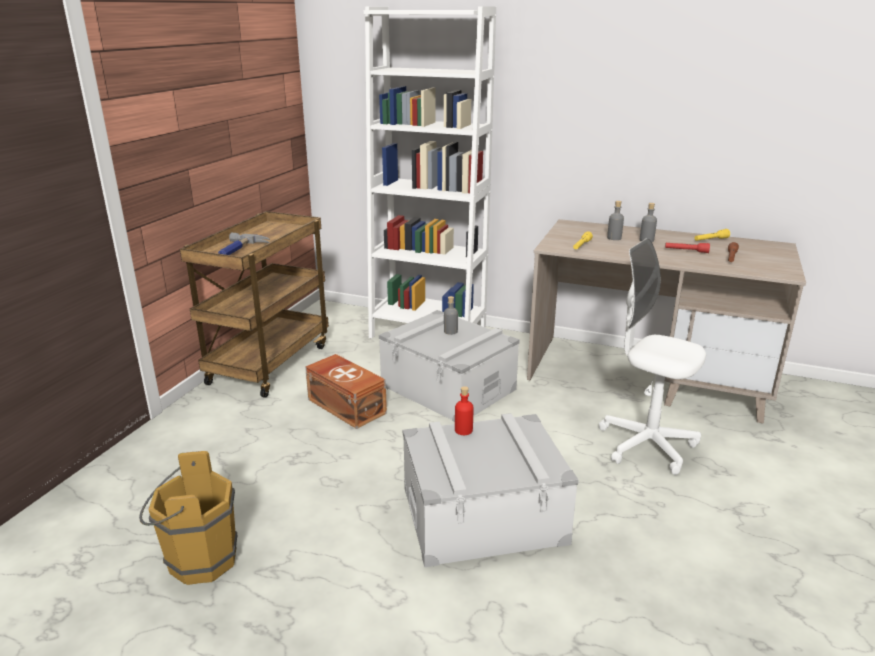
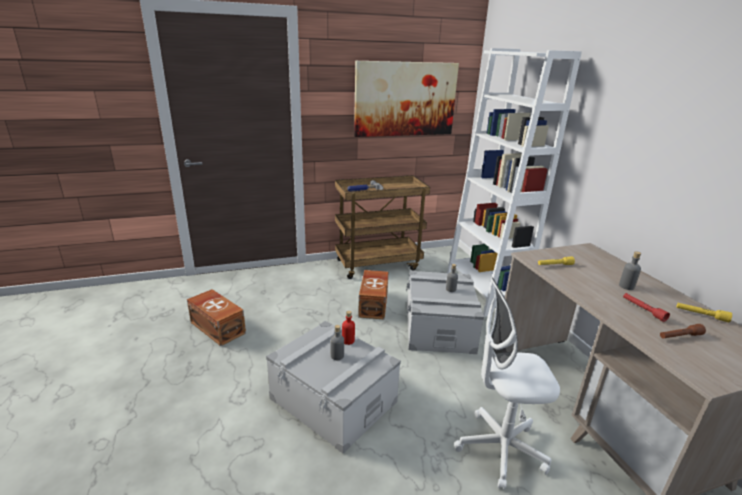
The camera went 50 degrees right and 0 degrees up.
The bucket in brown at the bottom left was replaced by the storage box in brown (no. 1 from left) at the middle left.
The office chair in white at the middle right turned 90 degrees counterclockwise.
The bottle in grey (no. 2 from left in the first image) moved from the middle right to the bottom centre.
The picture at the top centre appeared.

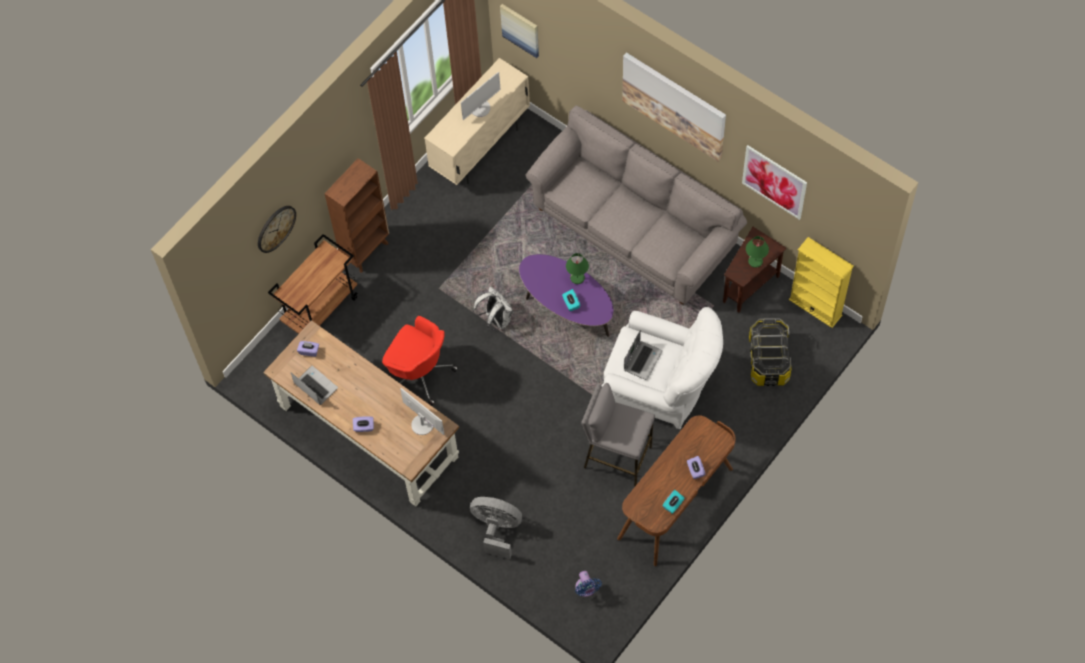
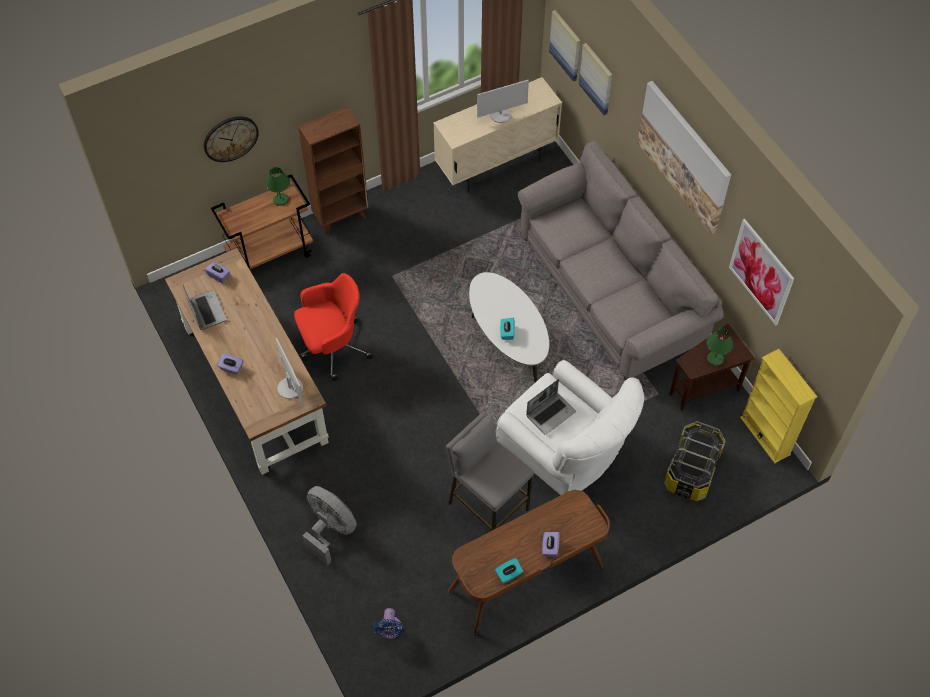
The camera went 20 degrees right and 5 degrees down.
The office chair in red at the centre turned 75 degrees counterclockwise.
The backpack in white at the centre disappeared.
The coffee table in purple at the centre became the coffee table in white at the centre.
The table lamp in green (no. 1 from left) moved from the centre to the top left.
The picture (no. 2 from left) at the top centre appeared.

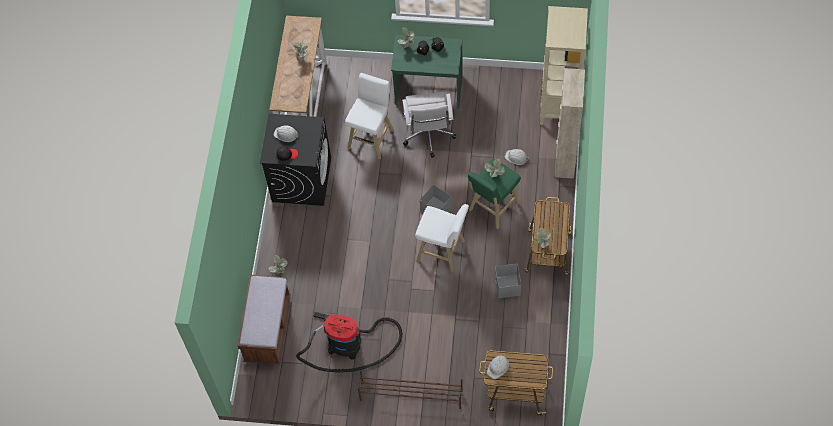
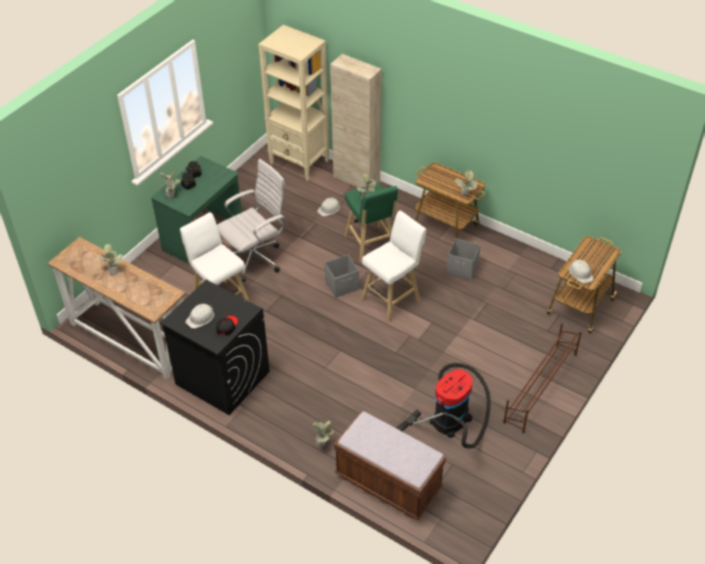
The camera went 65 degrees left and 15 degrees down.
The office chair in white at the top centre turned 60 degrees counterclockwise.

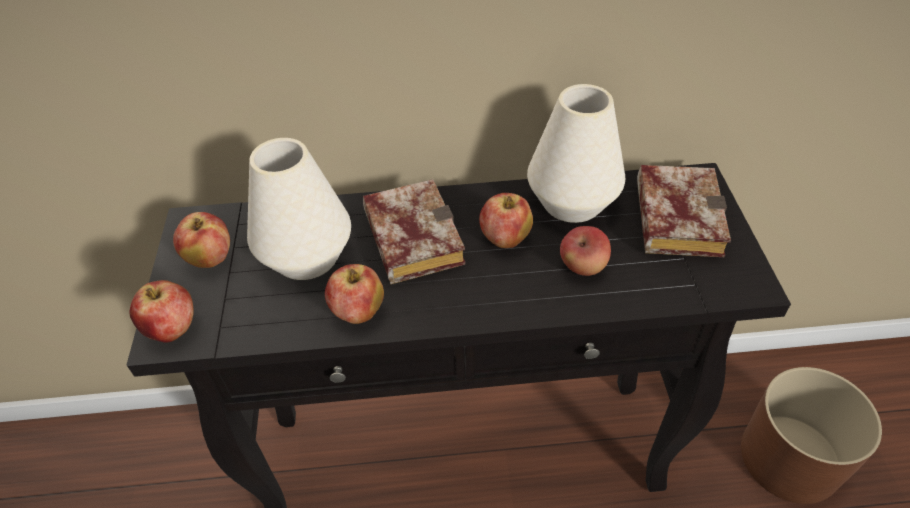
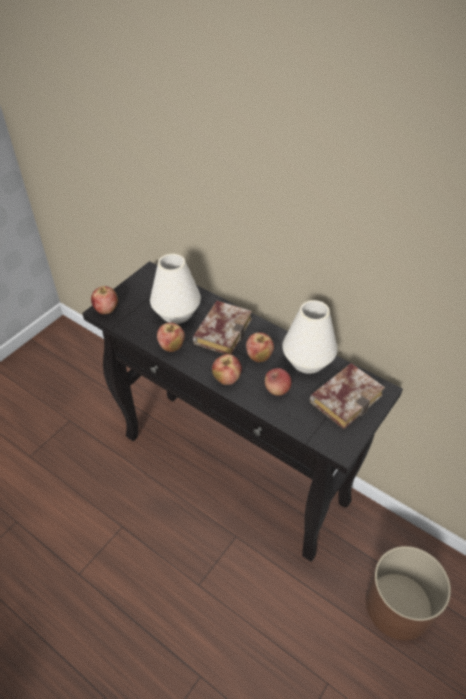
The camera went 40 degrees right and 0 degrees up.
The apple (no. 2 from left in the first image) moved from the middle left to the centre.

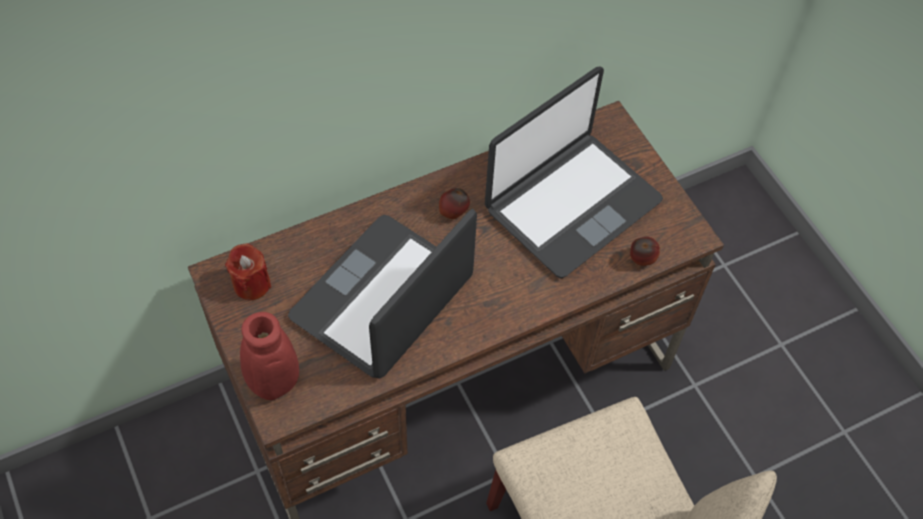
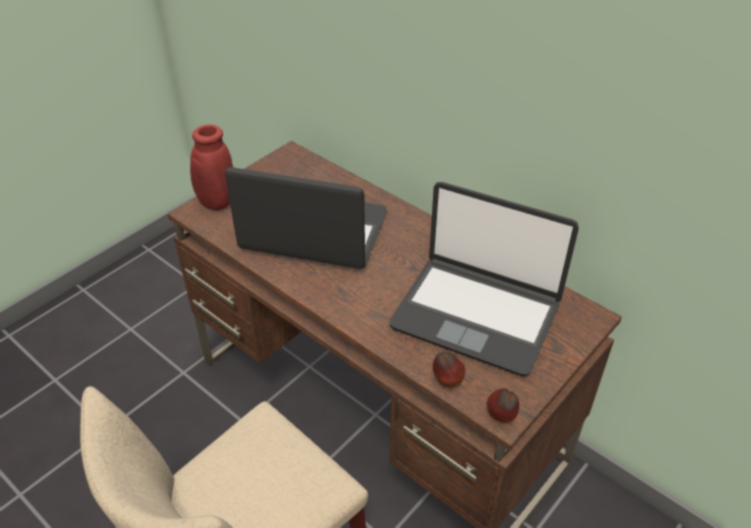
The camera went 70 degrees right and 15 degrees down.
The candle in red at the middle left disappeared.
The apple (no. 1 from left in the first image) moved from the centre to the bottom right.

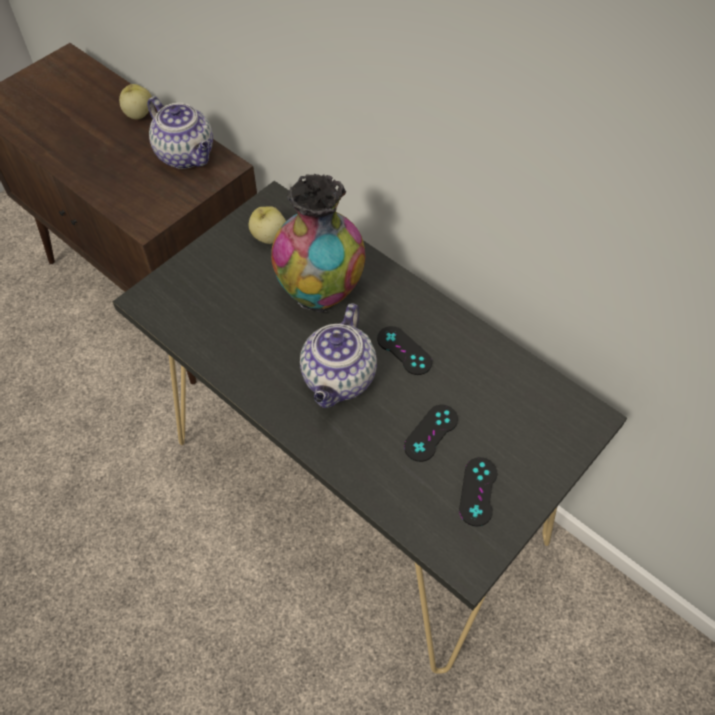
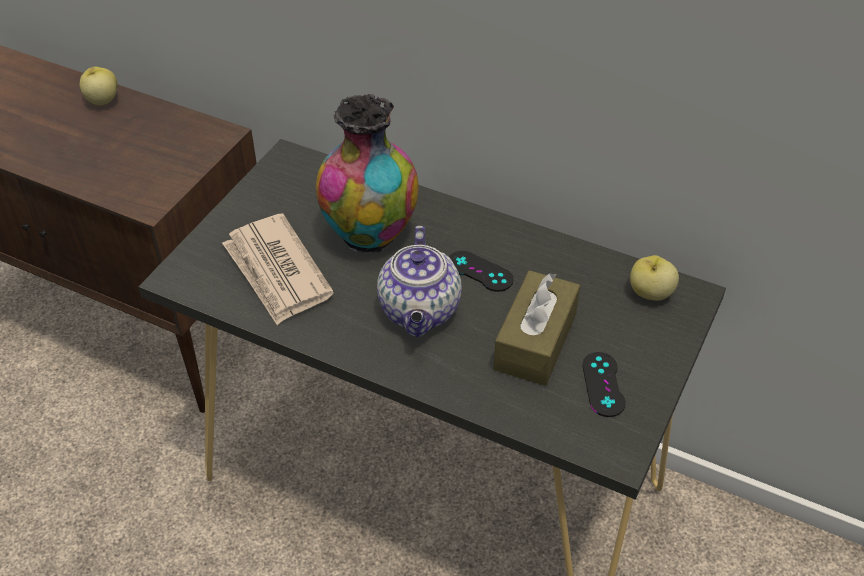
The camera went 15 degrees left and 10 degrees down.
The teapot (no. 1 from left) at the top left disappeared.
The apple (no. 2 from left) moved from the top centre to the middle right.
The game controller in black (no. 2 from left) at the centre was replaced by the tissue box in brown at the centre.
The newspaper at the middle left appeared.

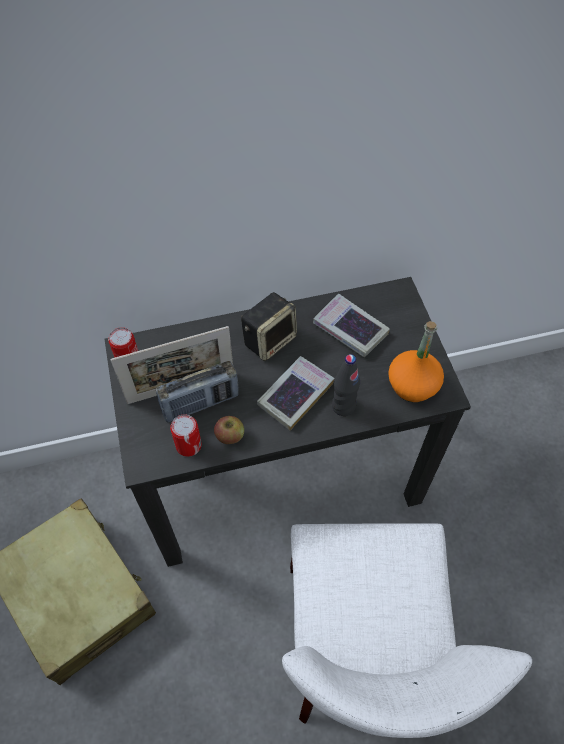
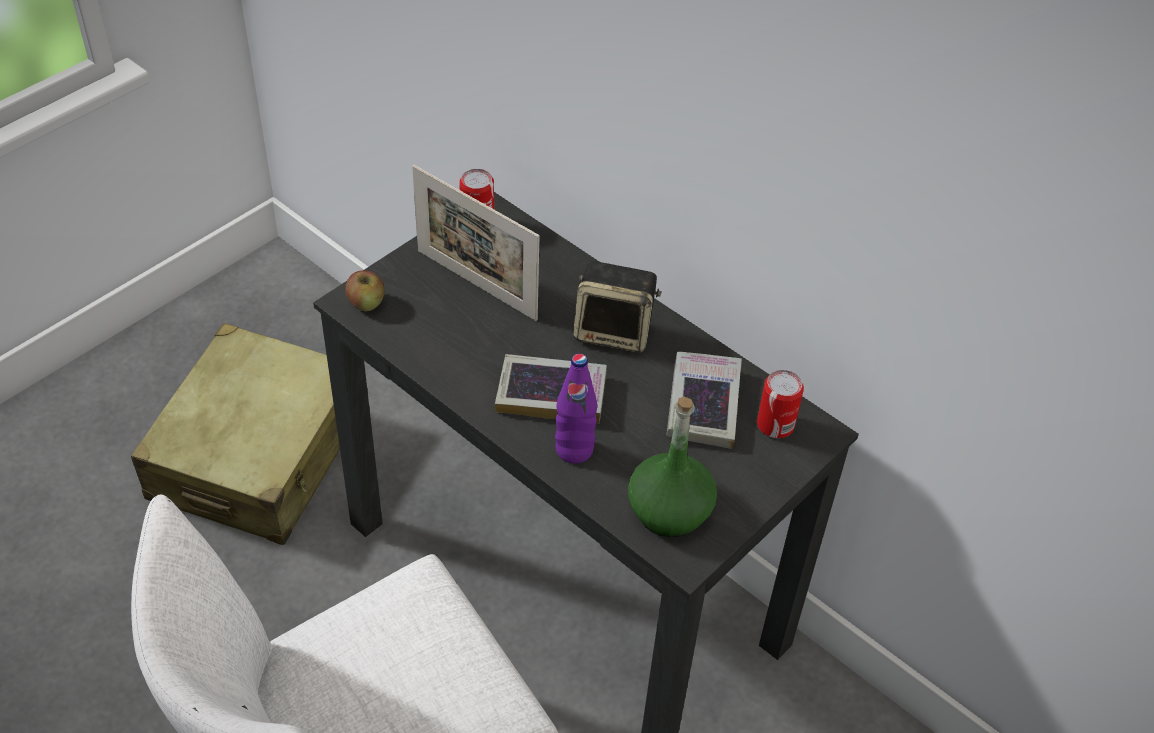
The camera went 55 degrees right and 10 degrees down.
The radio at the centre disappeared.
The can (no. 2 from left) moved from the middle left to the middle right.
The apple moved from the centre to the middle left.
The bottle in black at the centre became the bottle in purple at the centre.
The bottle in orange at the middle right became the bottle in green at the centre.

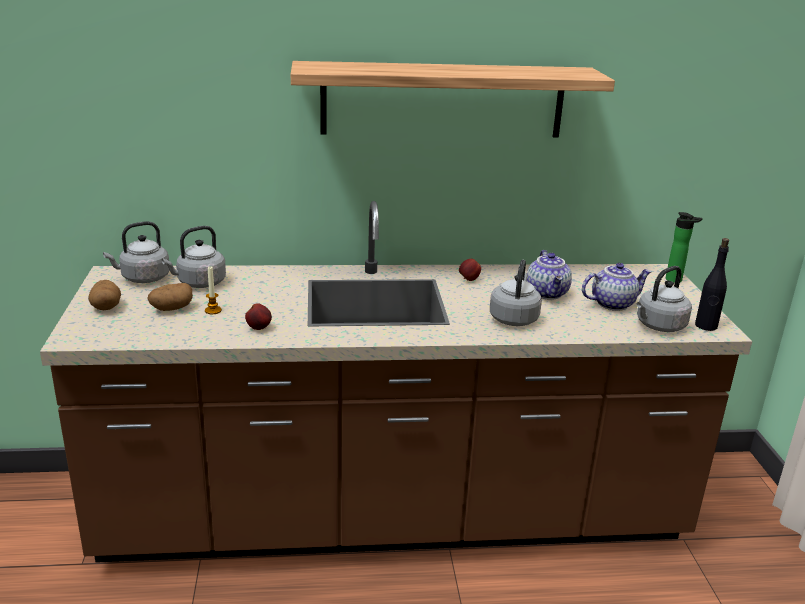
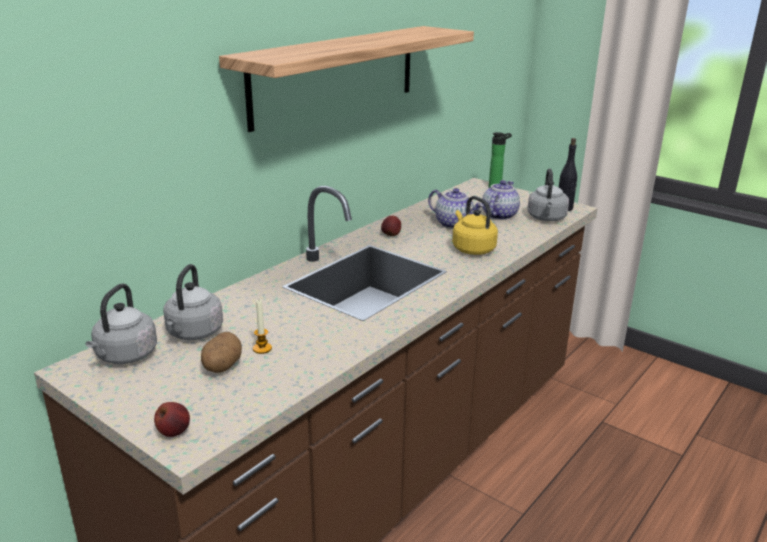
The camera went 45 degrees left and 0 degrees up.
The potato (no. 1 from left) at the middle left disappeared.
The apple (no. 1 from left) moved from the middle left to the bottom left.
The kettle in grey (no. 3 from left) at the centre became the kettle in yellow at the centre.

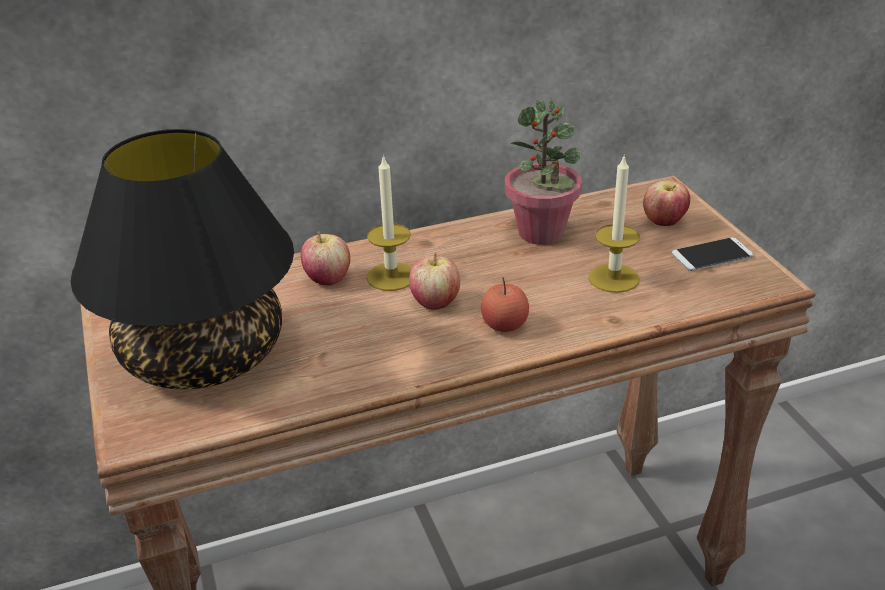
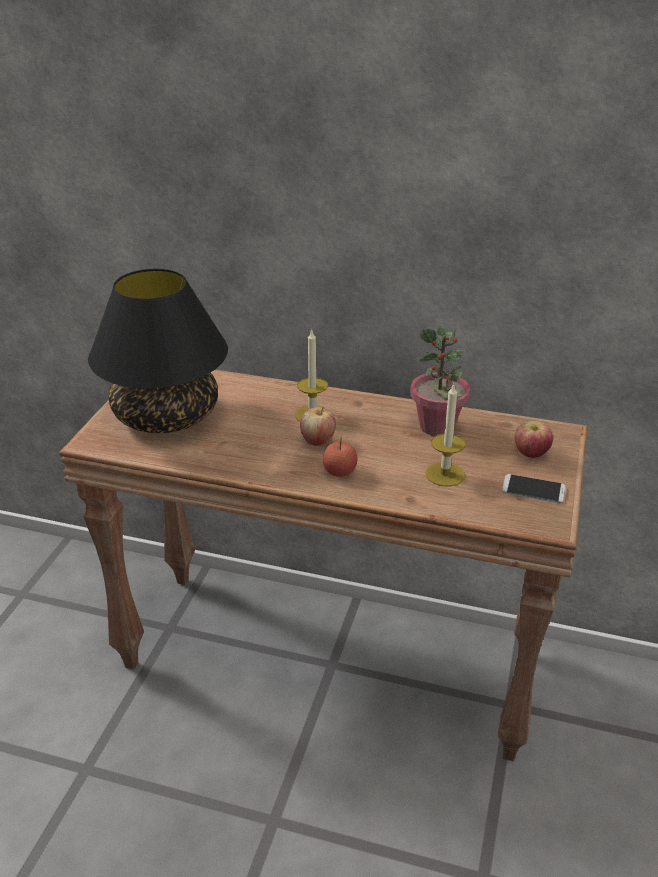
The camera went 35 degrees right and 0 degrees up.
The apple (no. 1 from left) at the centre disappeared.

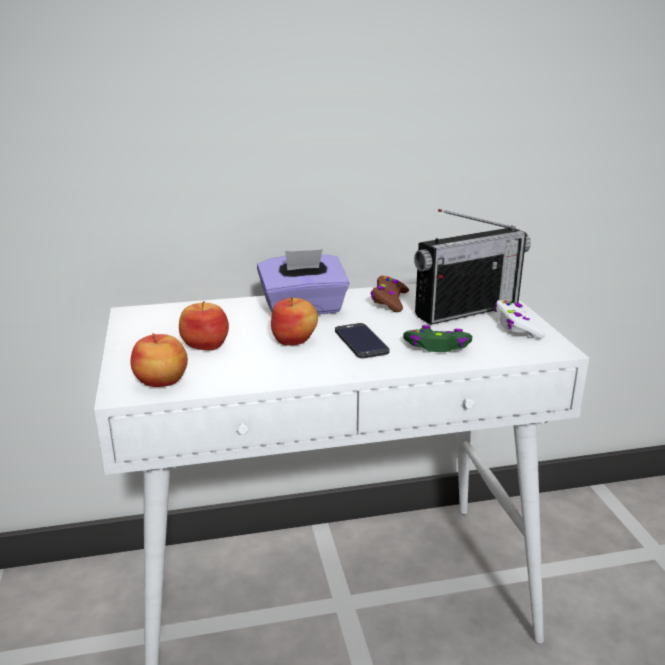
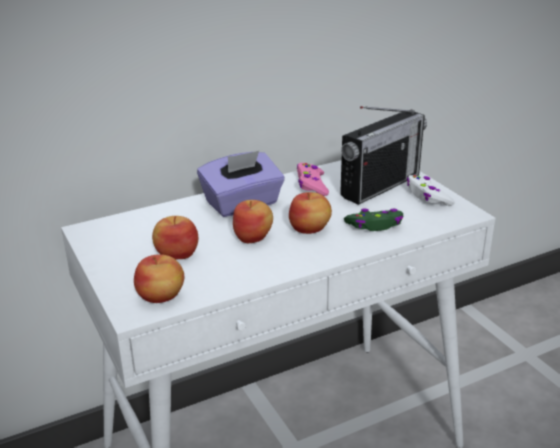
The camera went 15 degrees left and 5 degrees up.
The phone at the centre was replaced by the apple (no. 4 from left) at the centre.
The game controller in brown at the centre became the game controller in pink at the centre.

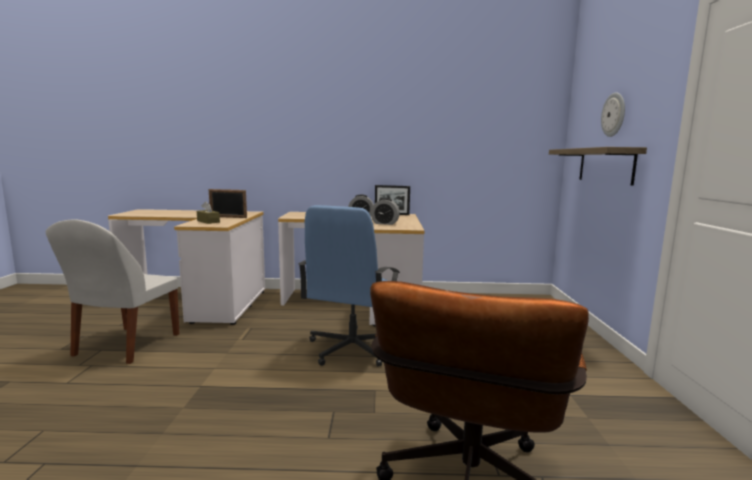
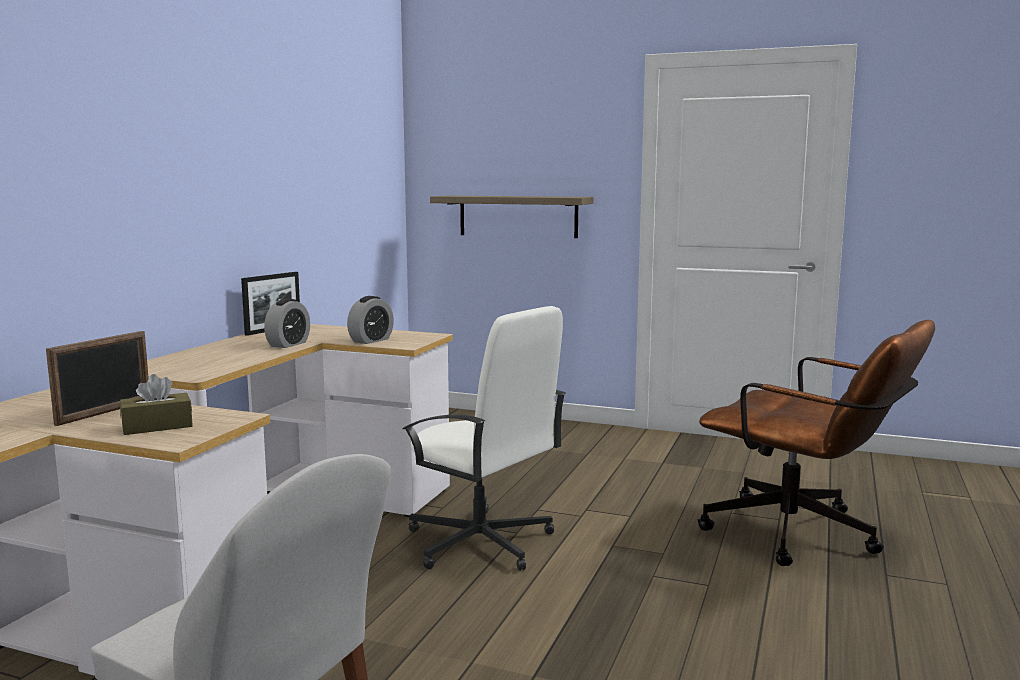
The camera went 70 degrees left and 0 degrees up.
The office chair in blue at the centre became the office chair in white at the centre.
The wall clock at the top right disappeared.

